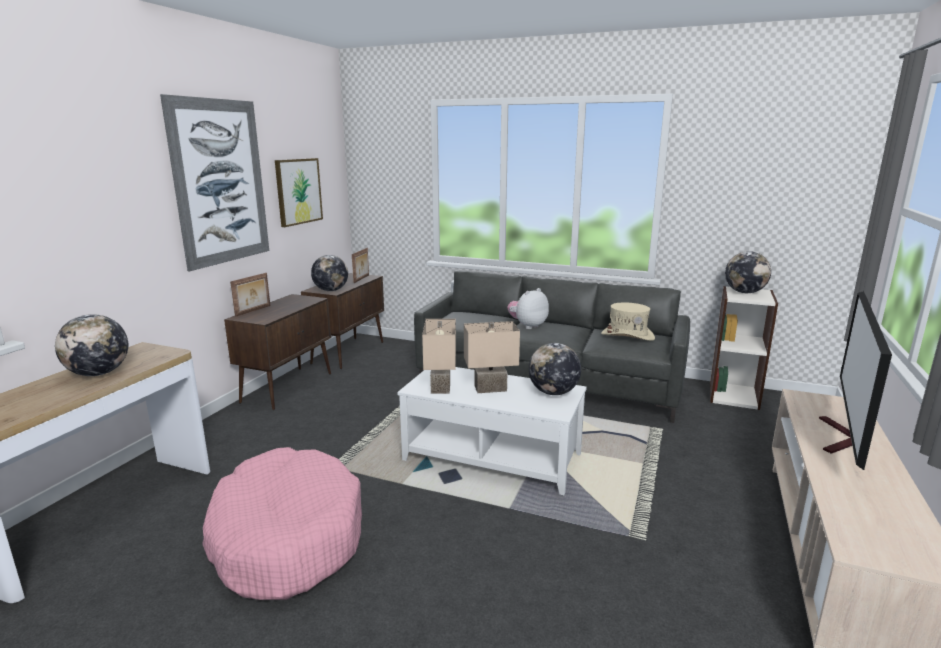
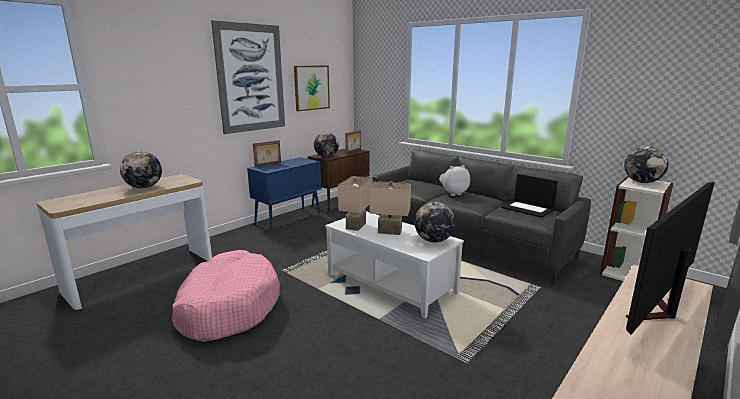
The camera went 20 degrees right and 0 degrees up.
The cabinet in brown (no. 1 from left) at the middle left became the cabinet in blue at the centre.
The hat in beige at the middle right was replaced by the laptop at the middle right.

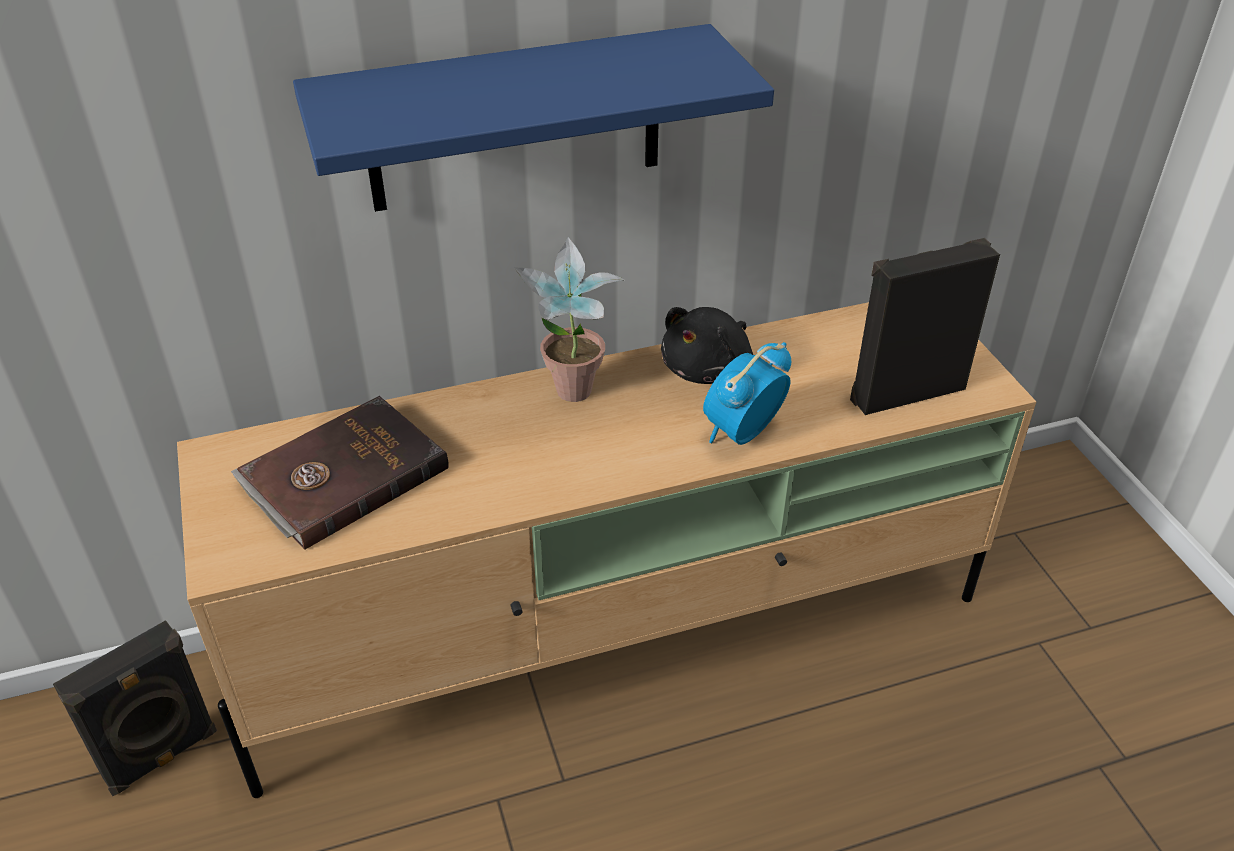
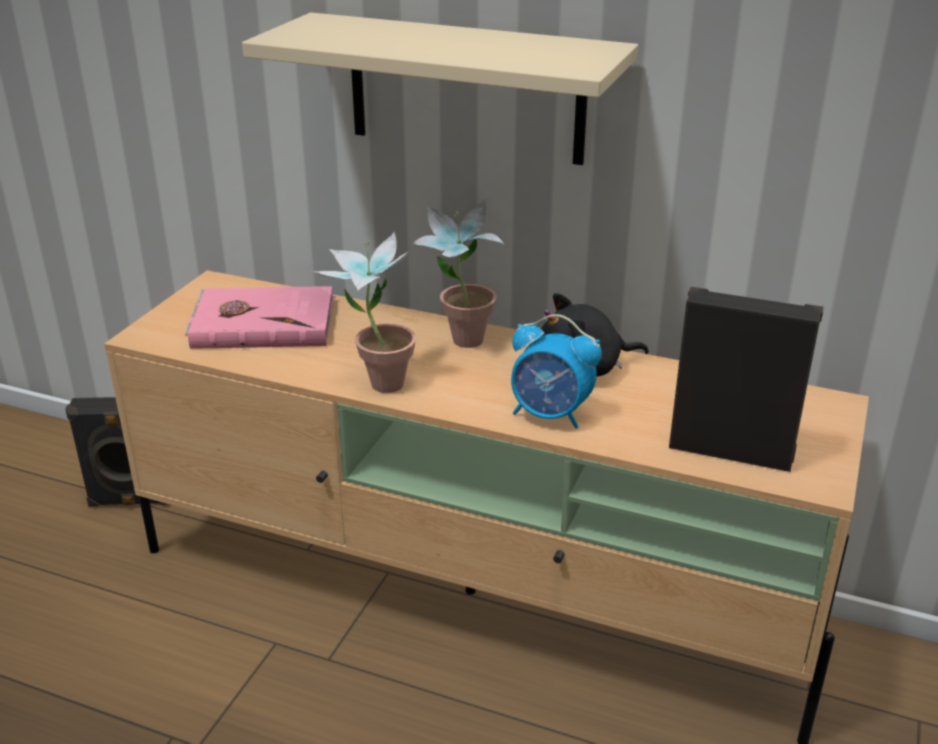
The camera went 40 degrees right and 10 degrees down.
The book in brown at the middle left became the book in pink at the middle left.
The shelf in blue at the top centre became the shelf in beige at the top centre.
The alarm clock at the centre turned 150 degrees counterclockwise.
The potted plant (no. 1 from left) at the centre appeared.

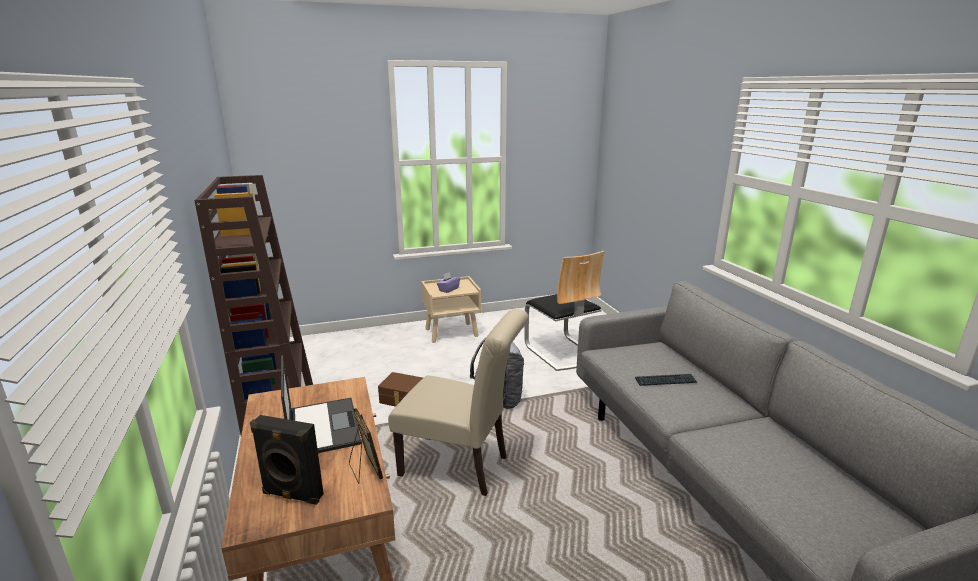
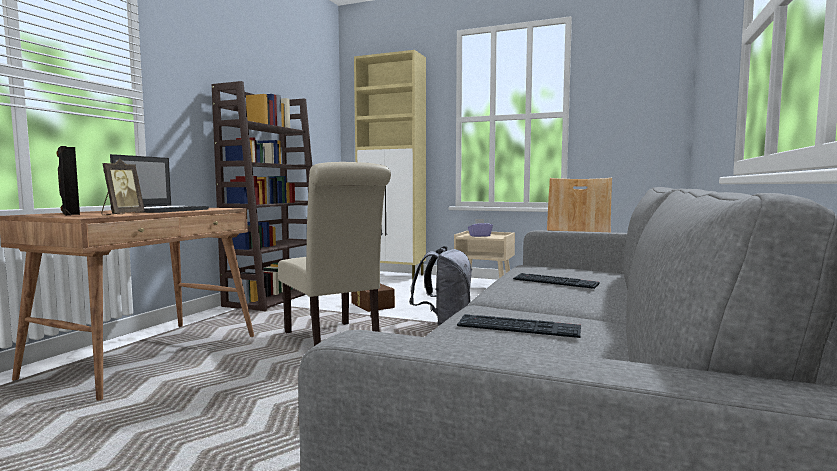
The camera went 40 degrees right and 15 degrees down.
The cabinet in beige at the centre appeared.
The keyboard (no. 1 from left) at the bottom centre appeared.

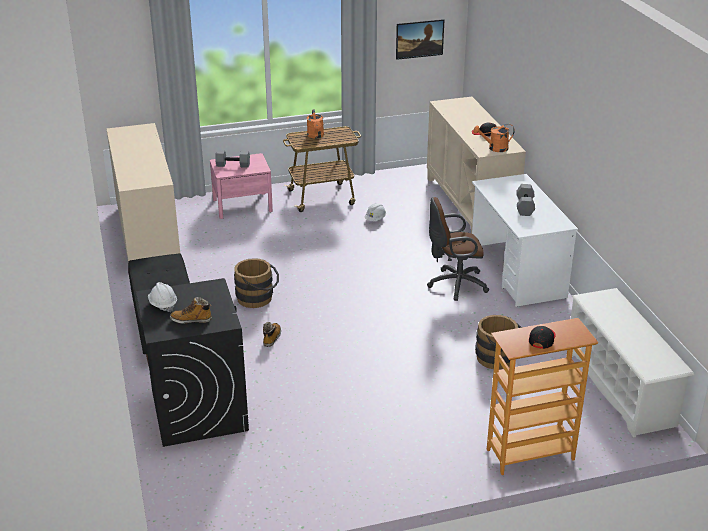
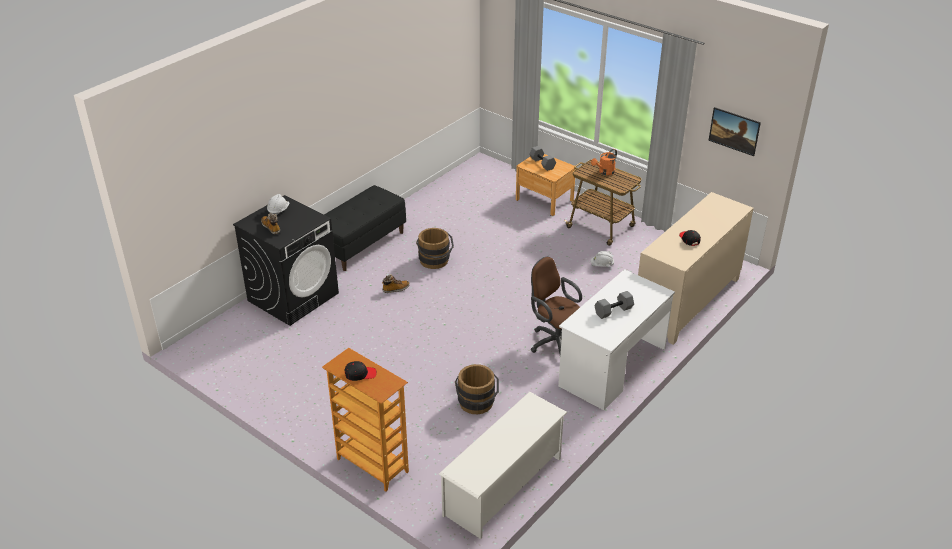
The camera went 55 degrees right and 5 degrees up.
The cabinet in beige (no. 1 from left) at the middle left disappeared.
The nightstand in pink at the centre became the nightstand in brown at the centre.
The watering can in orange (no. 2 from left) at the top right disappeared.

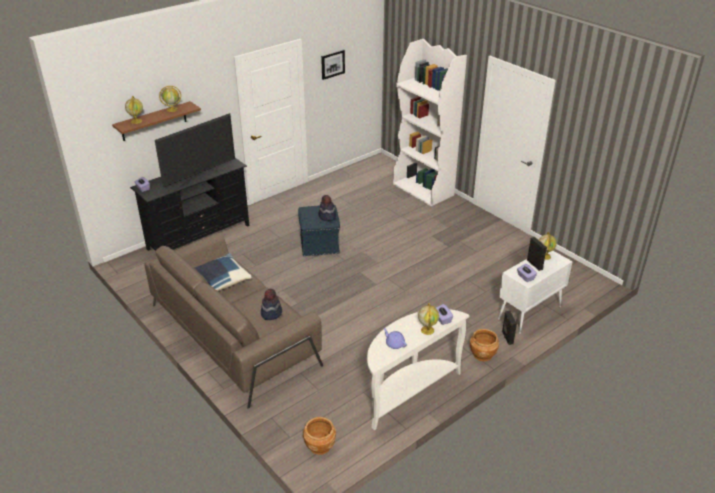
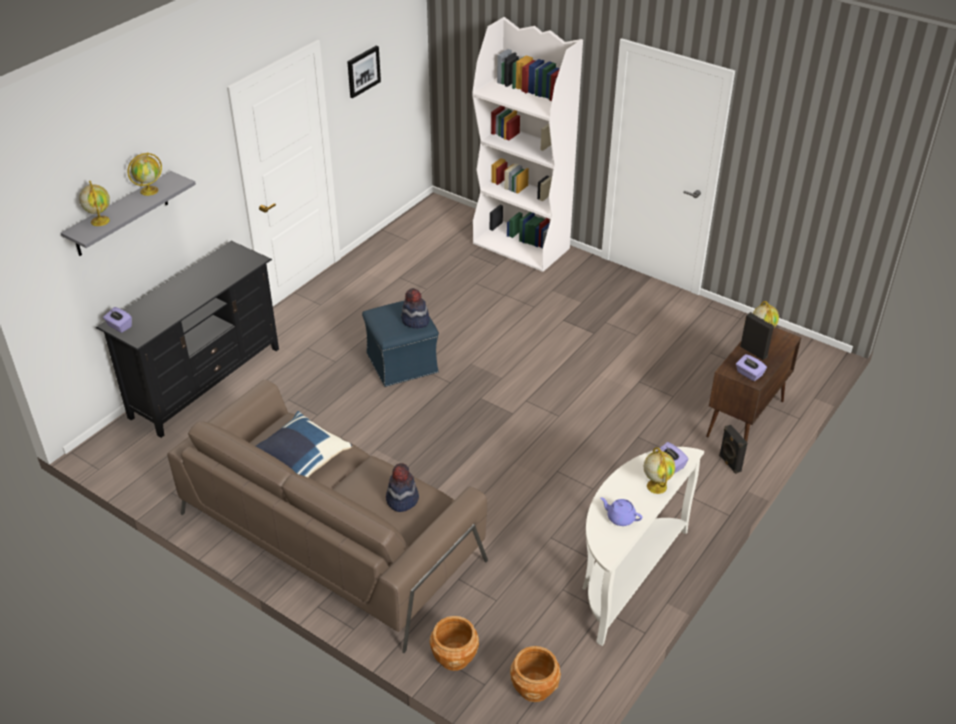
The camera went 15 degrees left and 5 degrees up.
The shelf in brown at the top left became the shelf in grey at the top left.
The television at the top left disappeared.
The planter in brown (no. 2 from left in the first image) moved from the bottom right to the bottom centre.
The cabinet in white at the middle right became the cabinet in brown at the middle right.

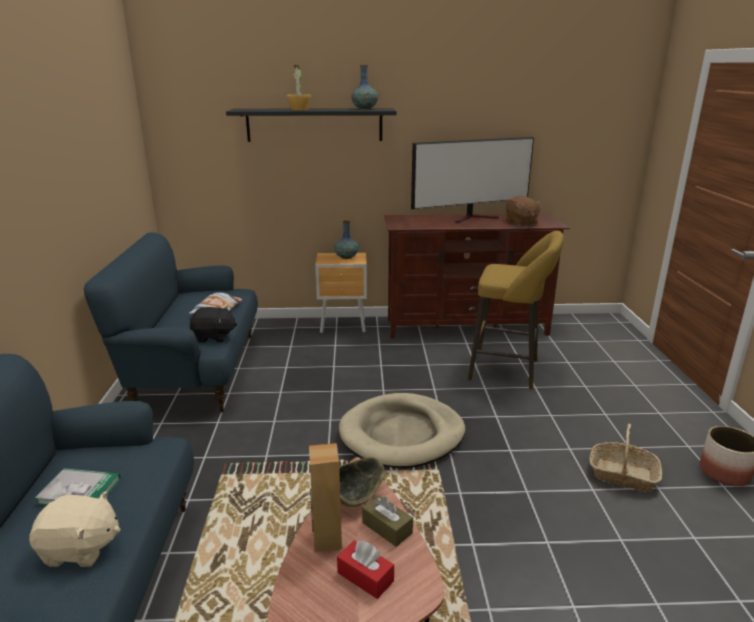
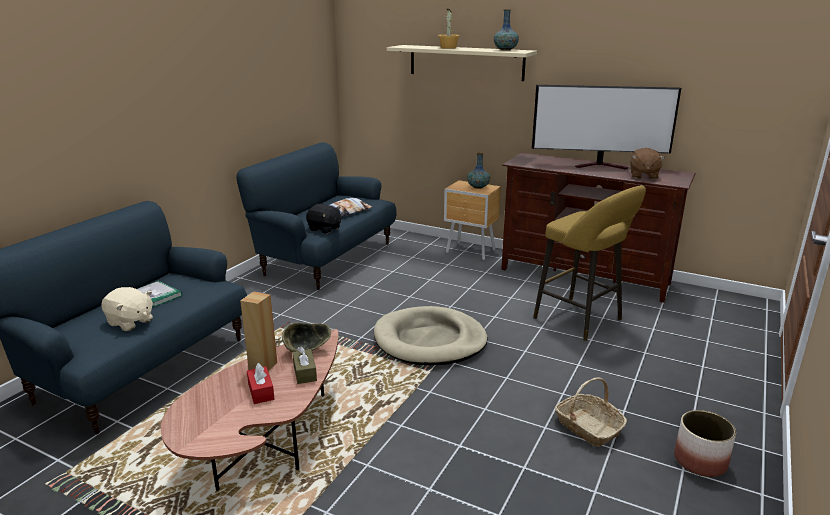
The camera went 30 degrees right and 0 degrees up.
The shelf in black at the top centre became the shelf in beige at the top centre.

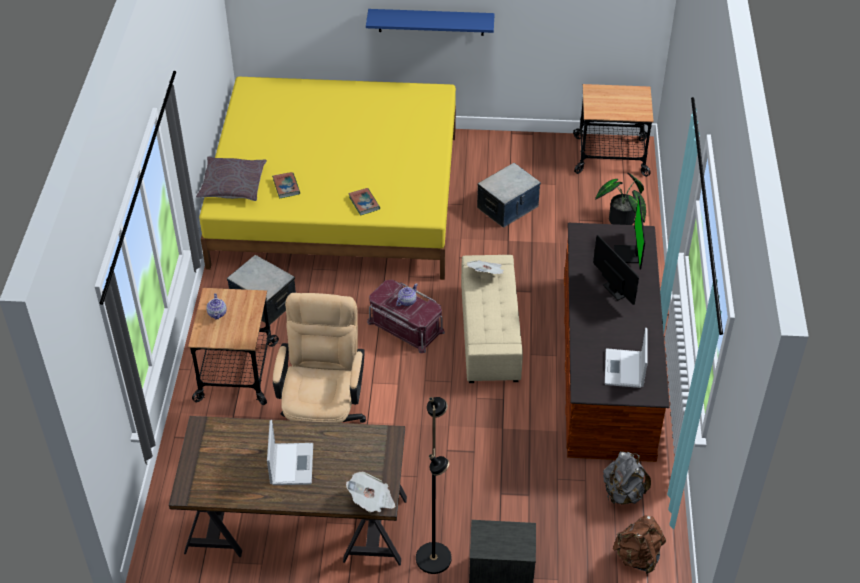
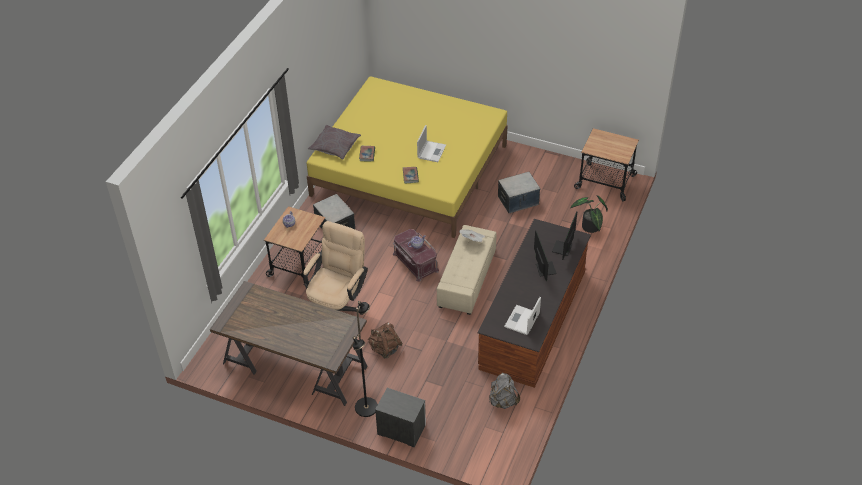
The camera went 20 degrees right and 0 degrees up.
The laptop (no. 1 from left) moved from the bottom centre to the top centre.
The newspaper (no. 1 from left) at the bottom centre disappeared.
The shelf in blue at the top centre disappeared.
The backpack in brown moved from the bottom right to the bottom centre.

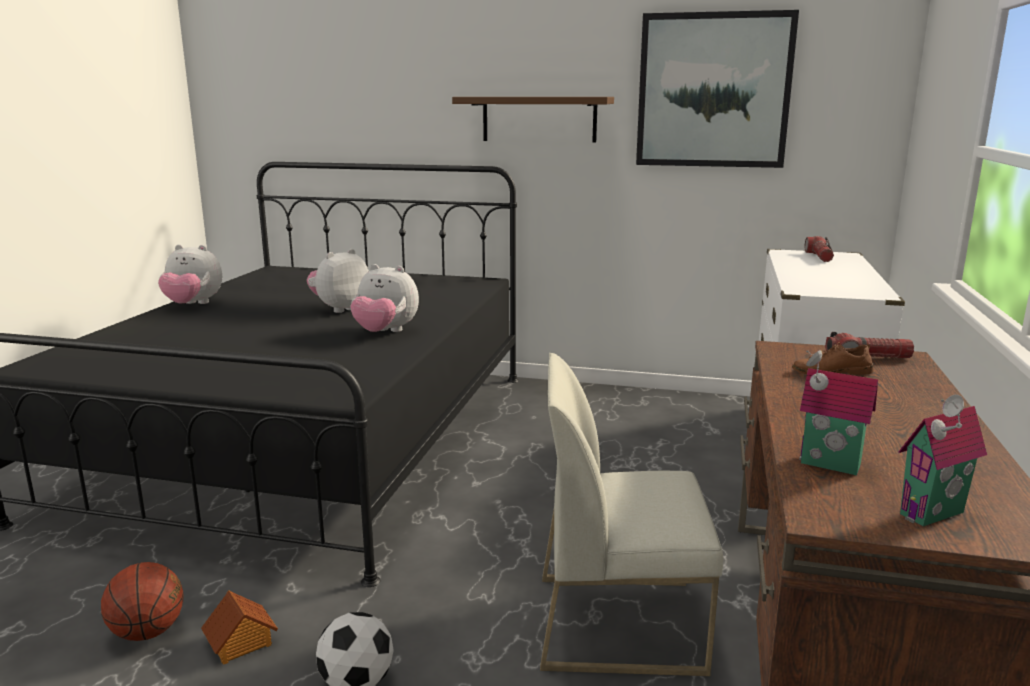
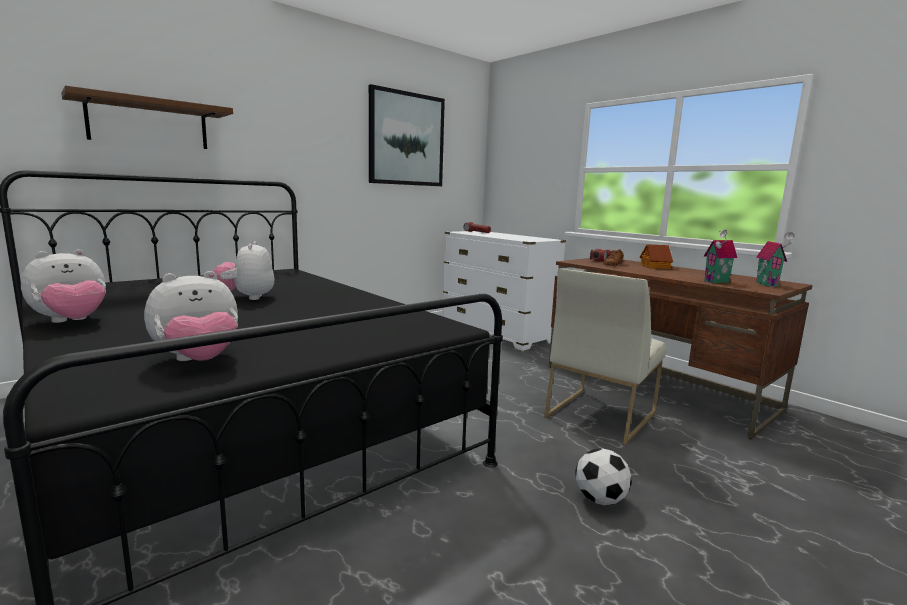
The camera went 55 degrees left and 5 degrees down.
The basketball at the bottom left disappeared.
The toy house (no. 1 from left) moved from the bottom left to the middle right.
The plush toy (no. 3 from left in the first image) moved from the centre to the middle left.
The shelf in brown moved from the top centre to the top left.

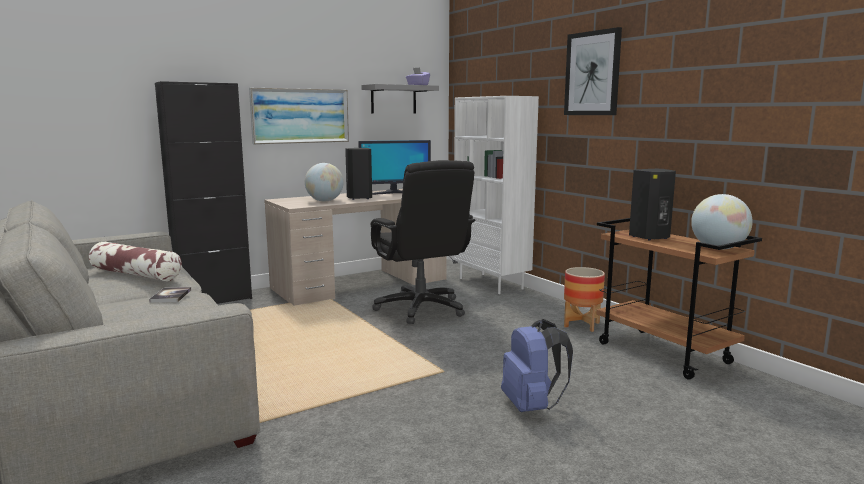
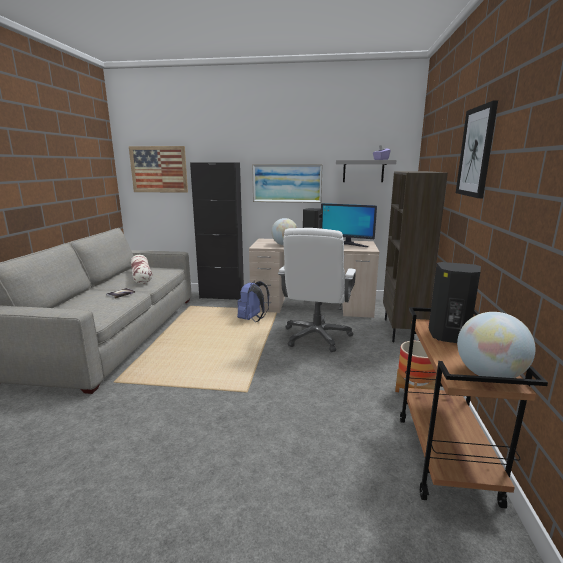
The camera went 40 degrees right and 5 degrees up.
The office chair in black at the centre became the office chair in white at the centre.
The bookcase in white at the centre became the bookcase in brown at the middle right.
The backpack in blue moved from the bottom centre to the centre.
The picture (no. 1 from left) at the top left appeared.

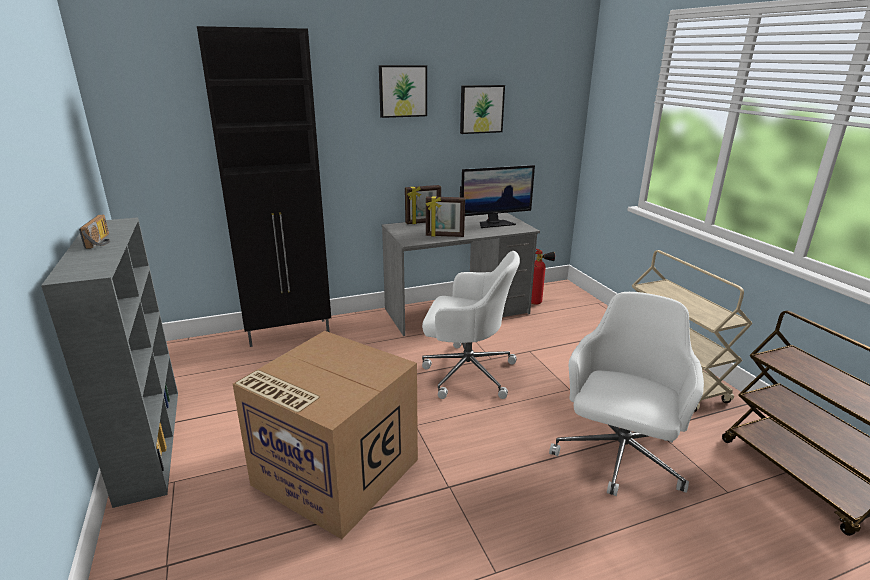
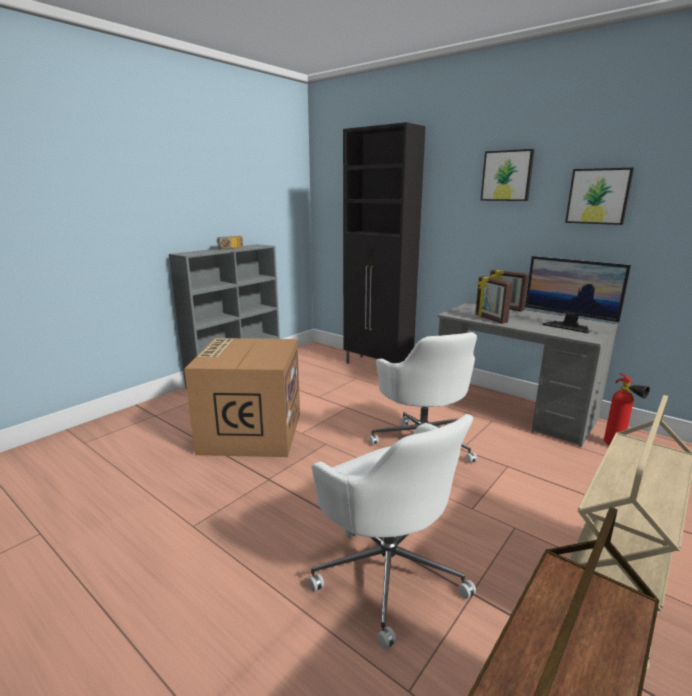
The camera went 60 degrees right and 5 degrees down.
The office chair in white (no. 2 from left in the first image) at the bottom right turned 60 degrees clockwise.

